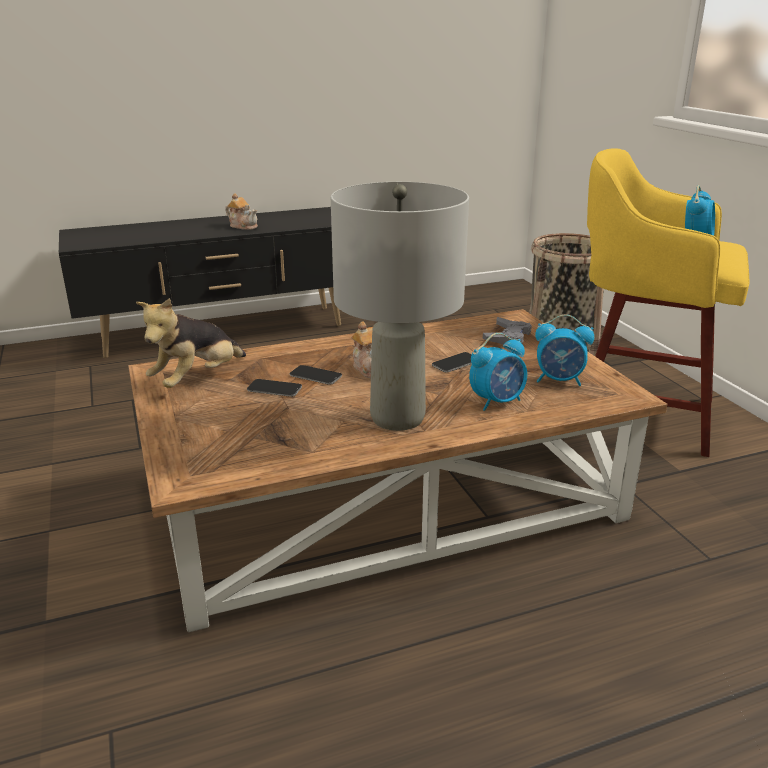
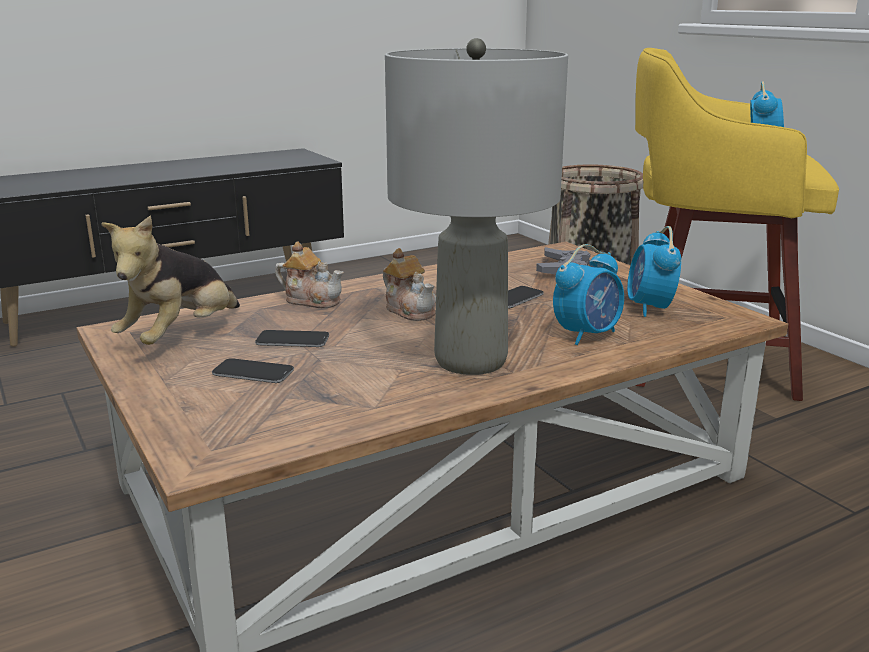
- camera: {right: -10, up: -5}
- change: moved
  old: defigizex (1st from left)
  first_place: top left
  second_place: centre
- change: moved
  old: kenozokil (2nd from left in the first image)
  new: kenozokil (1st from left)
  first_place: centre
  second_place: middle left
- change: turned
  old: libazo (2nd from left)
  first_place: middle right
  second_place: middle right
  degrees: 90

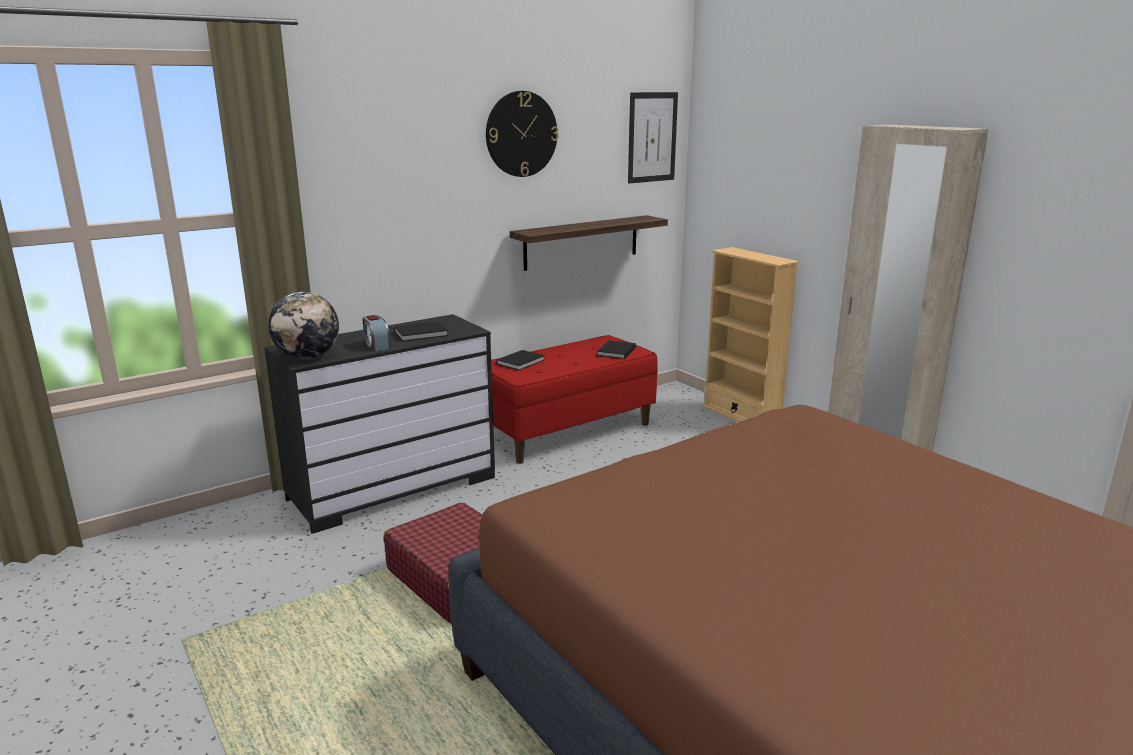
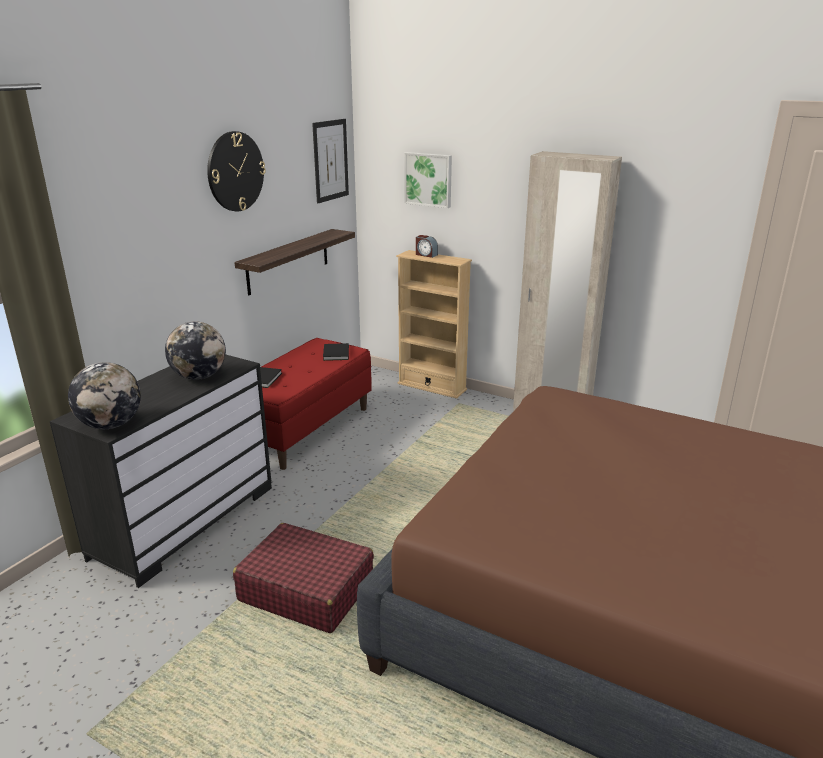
- camera: {right: -25, up: 5}
- change: moved
  old: libazo
  first_place: middle left
  second_place: top centre
- change: replaced
  old: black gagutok (1st from left)
  new: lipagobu (2nd from left)
  first_place: centre
  second_place: middle left
- change: added
  new: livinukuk (2nd from left)
  second_place: top centre

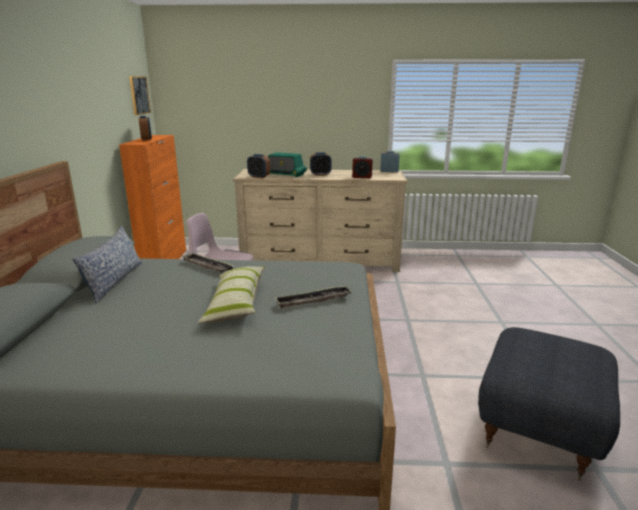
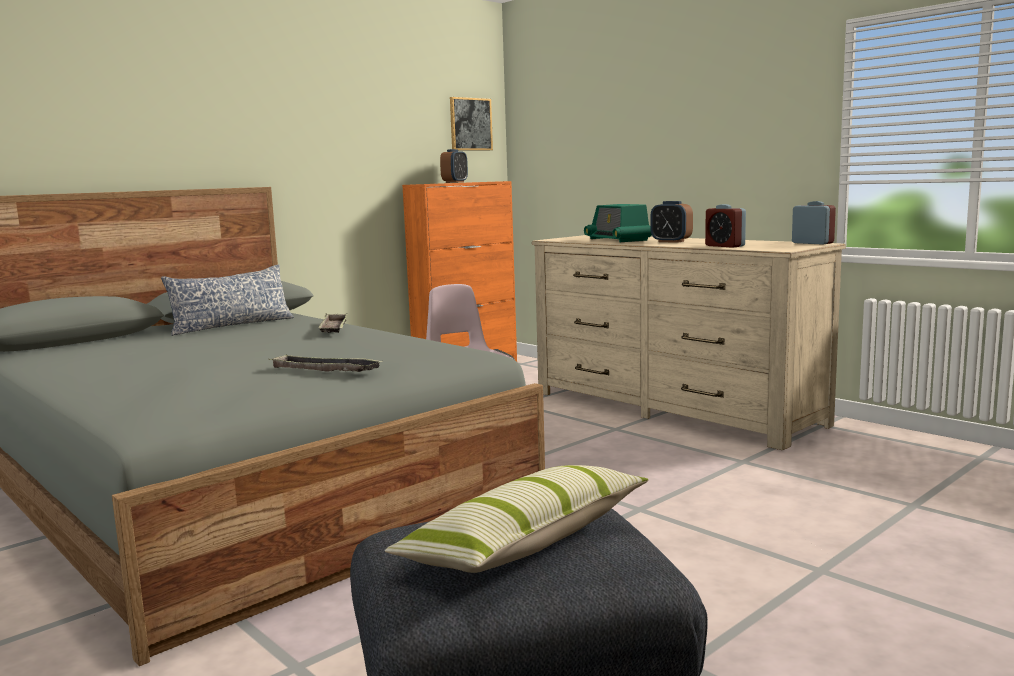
- camera: {right: 45, up: -10}
- change: moved
  old: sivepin (2nd from left)
  first_place: centre
  second_place: bottom centre
- change: removed
  old: libazo (2nd from left)
  first_place: top centre

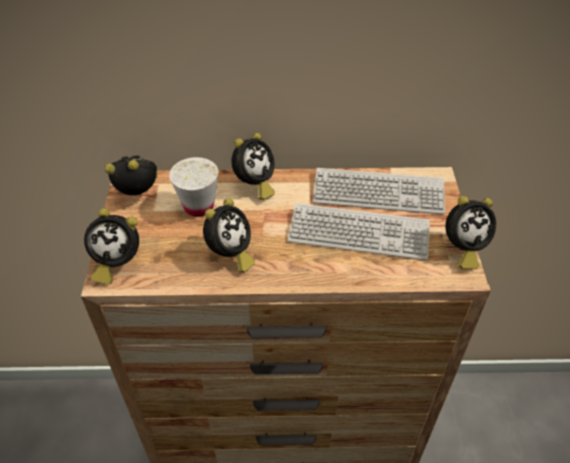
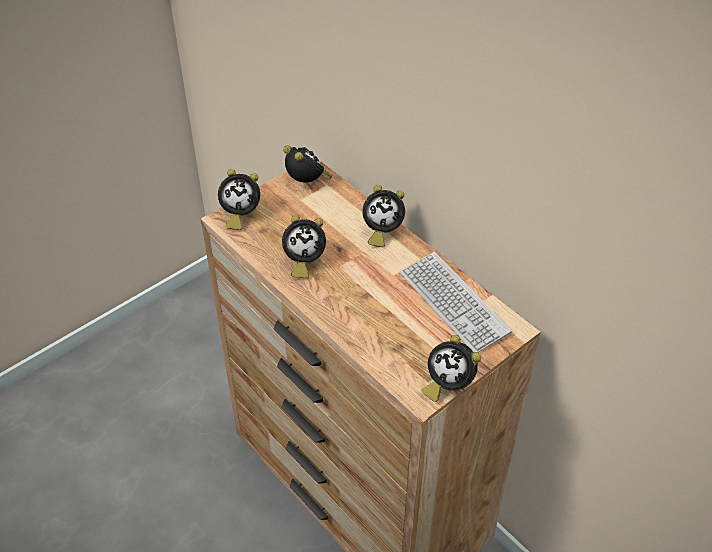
- camera: {right: 50, up: 0}
- change: turned
  old: libazo (1st from left)
  first_place: middle left
  second_place: centre
  degrees: -60
- change: removed
  old: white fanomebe
  first_place: centre
- change: removed
  old: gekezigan (1st from left)
  first_place: centre

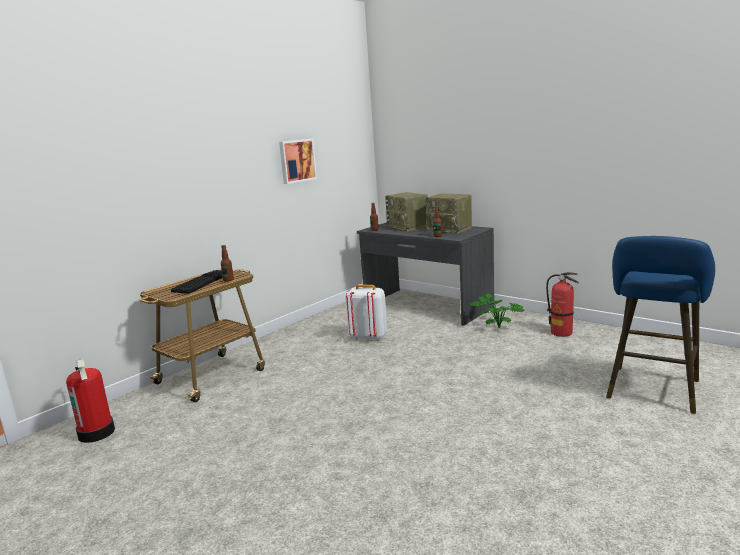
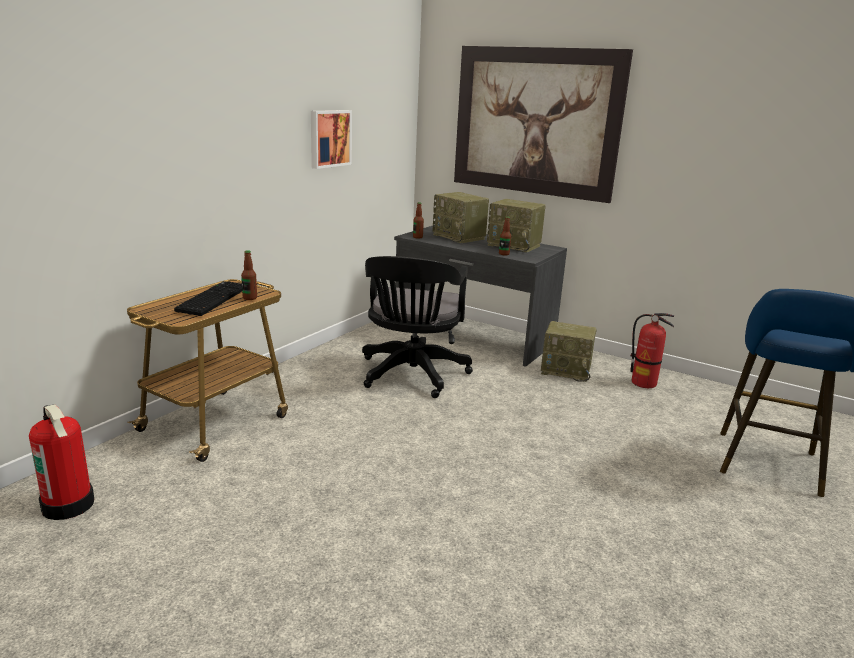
- camera: {right: -10, up: 5}
- change: replaced
  old: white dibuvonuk
  new: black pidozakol
  first_place: centre
  second_place: centre
- change: replaced
  old: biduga
  new: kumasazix (3rd from left)
  first_place: middle right
  second_place: centre
- change: added
  new: livinukuk (2nd from left)
  second_place: top centre

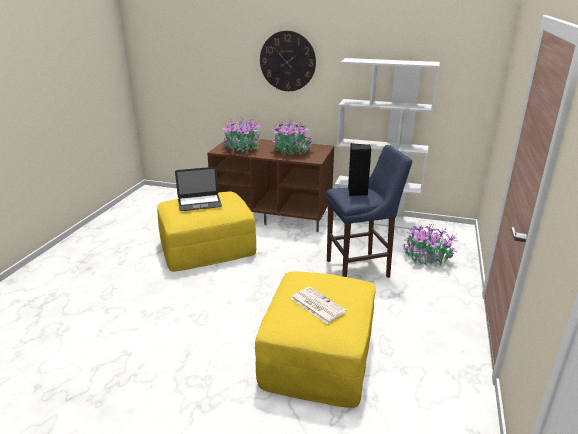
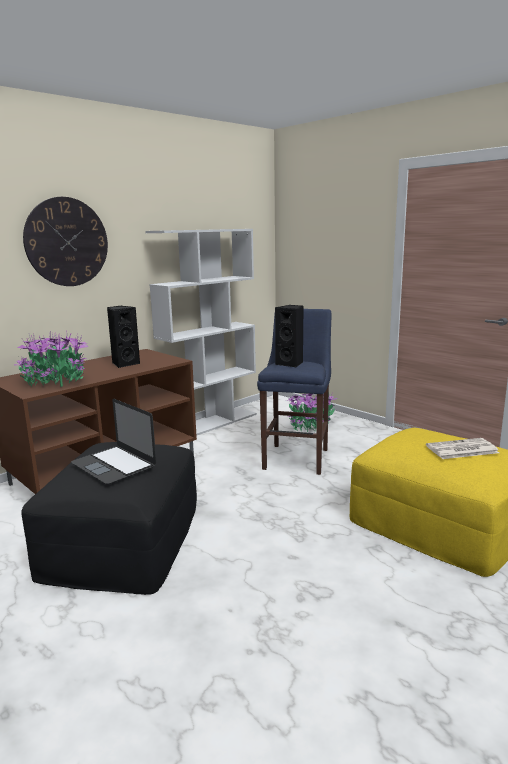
- camera: {right: -60, up: -10}
- change: recoloured
  old: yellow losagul (1st from left)
  new: black losagul
  first_place: centre
  second_place: bottom left
- change: turned
  old: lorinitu
  first_place: centre
  second_place: middle left
  degrees: 120
- change: replaced
  old: biduga (2nd from left)
  new: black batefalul (1st from left)
  first_place: top centre
  second_place: middle left

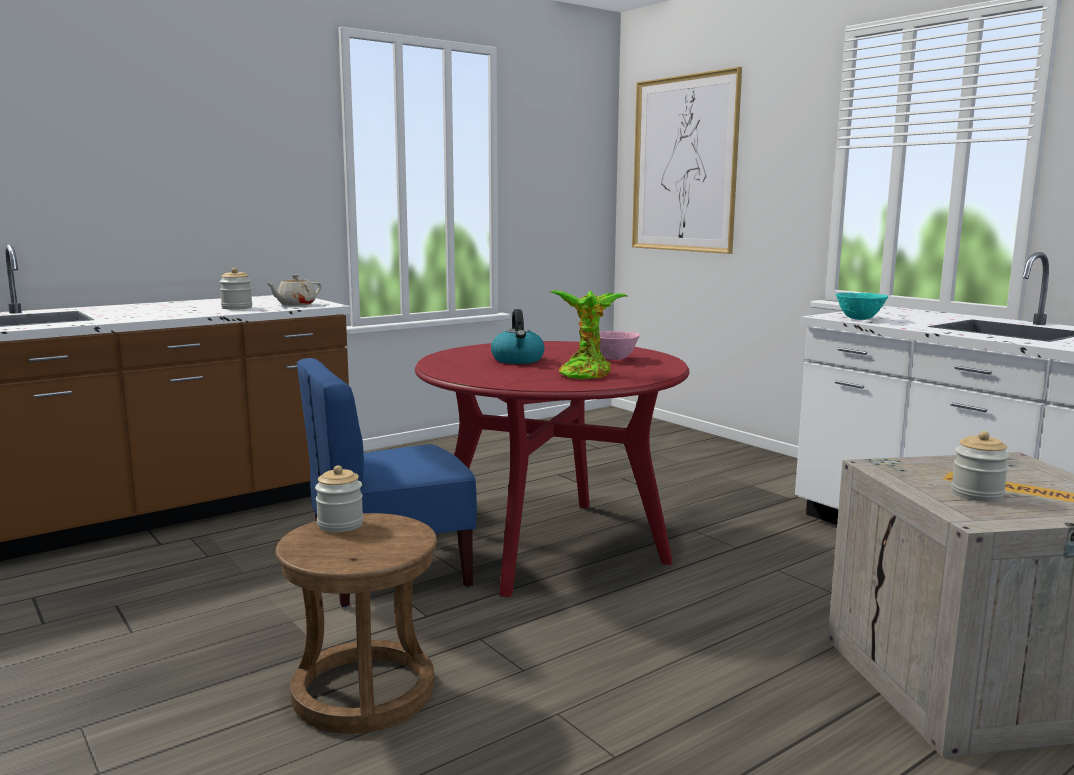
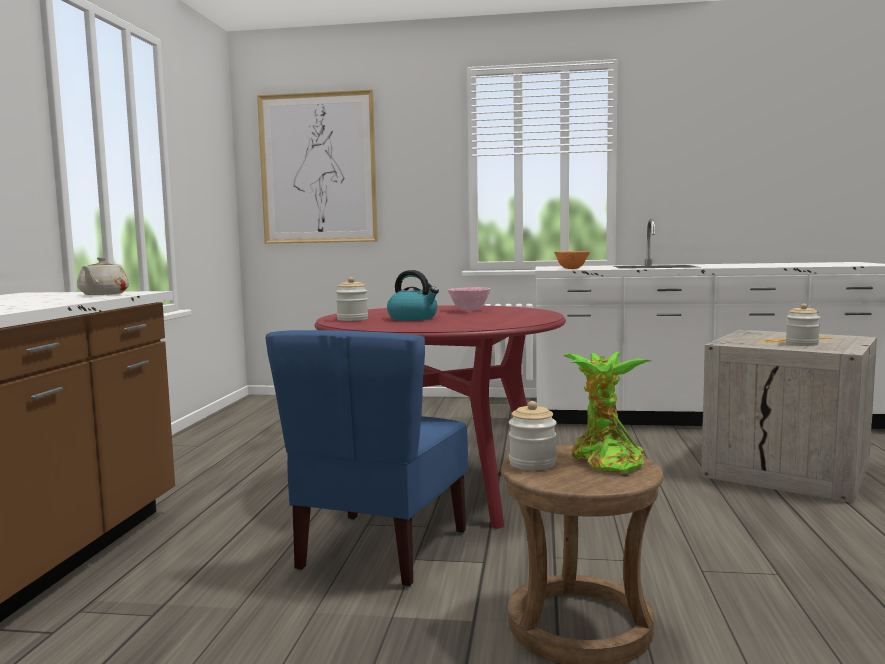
- camera: {right: -45, up: -5}
- change: moved
  old: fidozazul (1st from left)
  first_place: middle left
  second_place: centre
- change: moved
  old: biduga
  first_place: centre
  second_place: middle right
- change: recoloured
  old: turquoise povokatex
  new: orange povokatex
  first_place: middle right
  second_place: centre

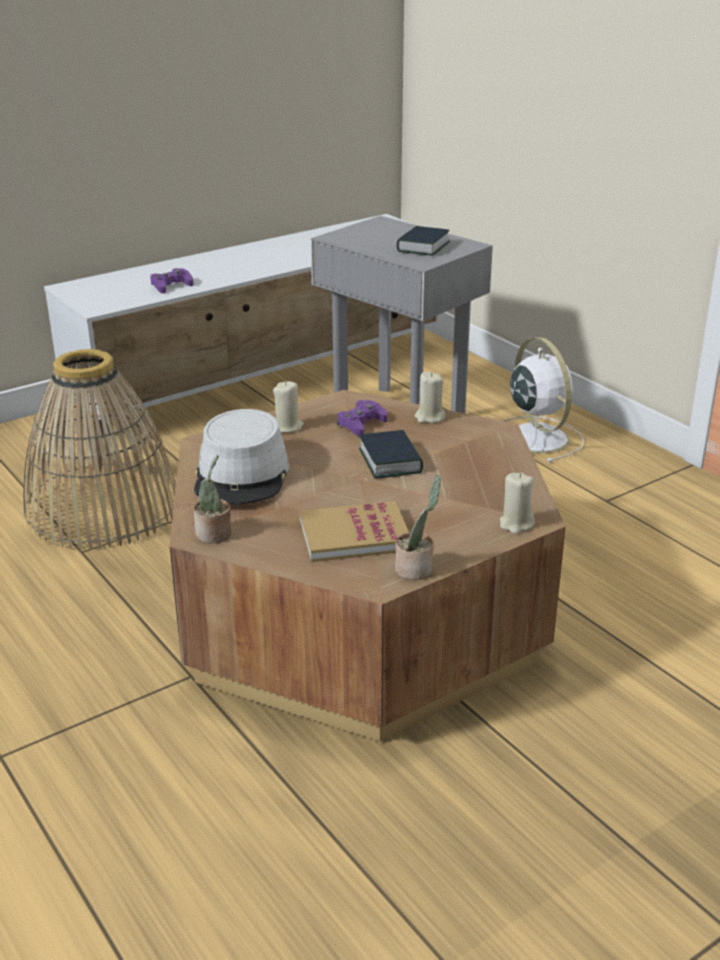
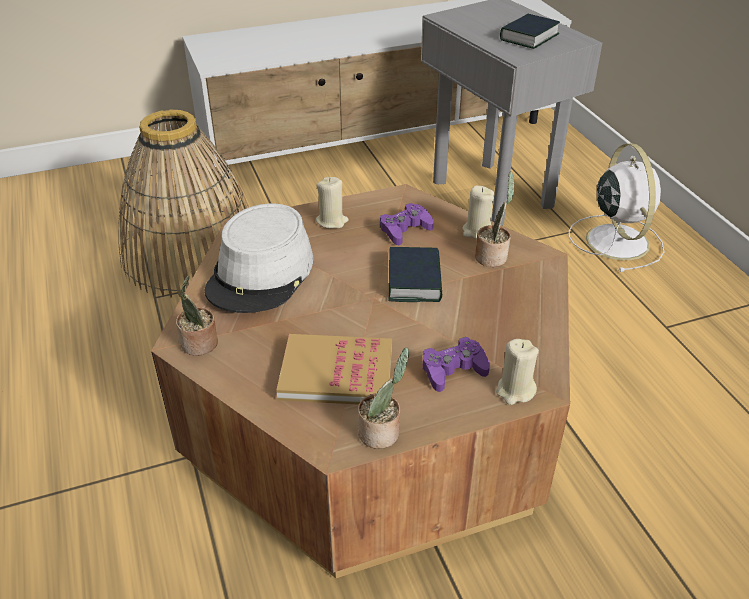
- camera: {right: 15, up: 10}
- change: moved
  old: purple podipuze (1st from left in the first image)
  new: purple podipuze (2nd from left)
  first_place: top left
  second_place: centre
- change: added
  new: biduga (3rd from left)
  second_place: centre

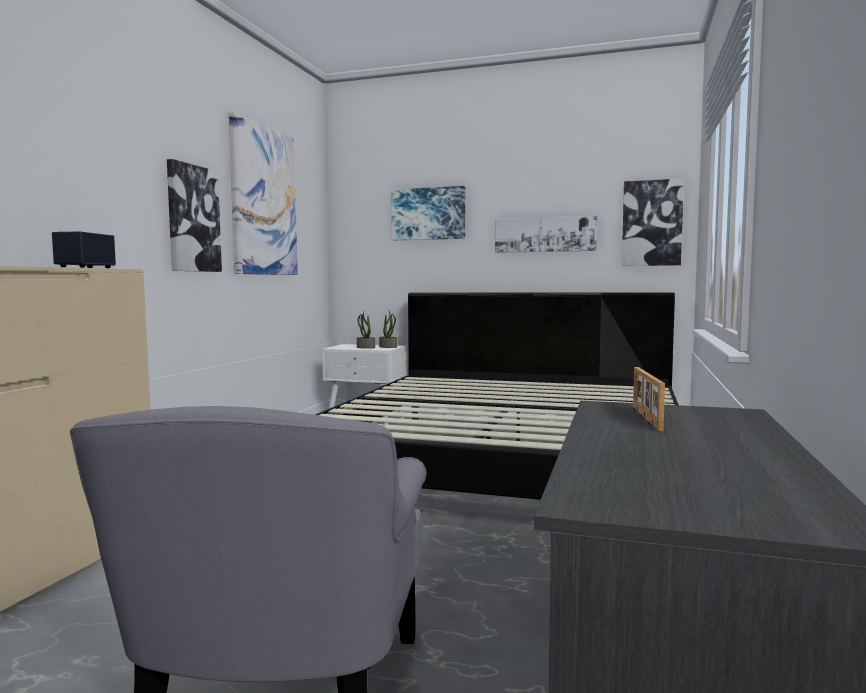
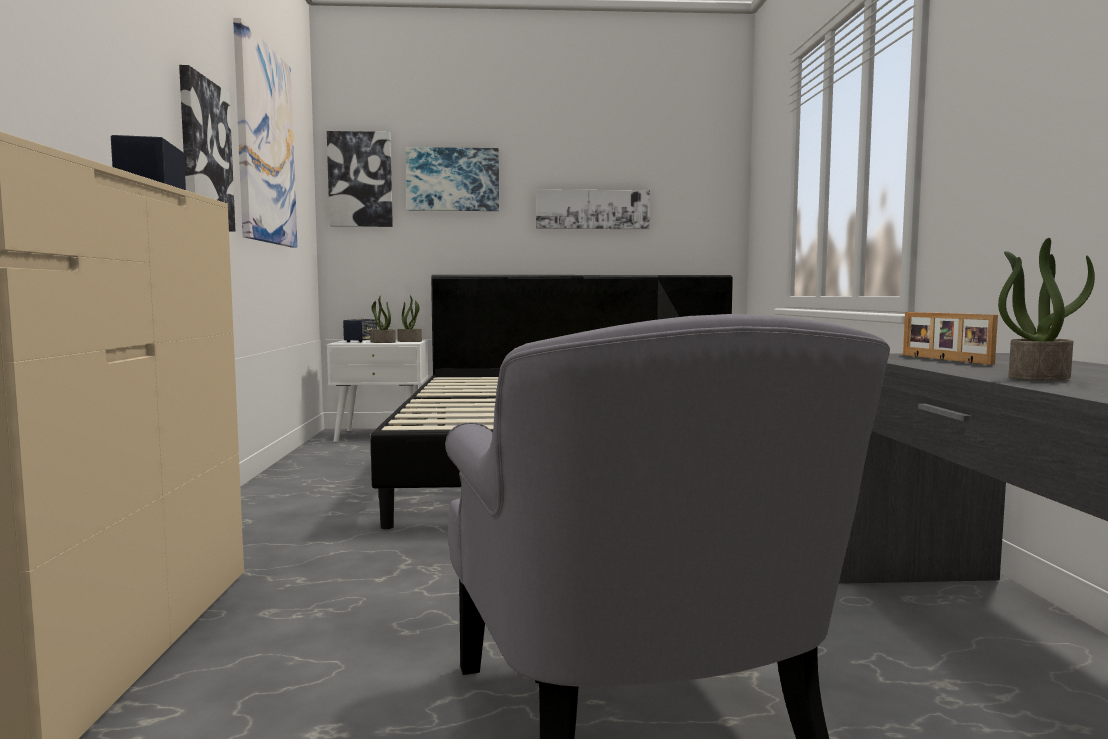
- camera: {right: -20, up: 0}
- change: moved
  old: livinukuk (5th from left in the first image)
  new: livinukuk (3rd from left)
  first_place: top right
  second_place: top left
- change: added
  new: batefalul (2nd from left)
  second_place: middle left
- change: added
  new: biduga (3rd from left)
  second_place: middle right

